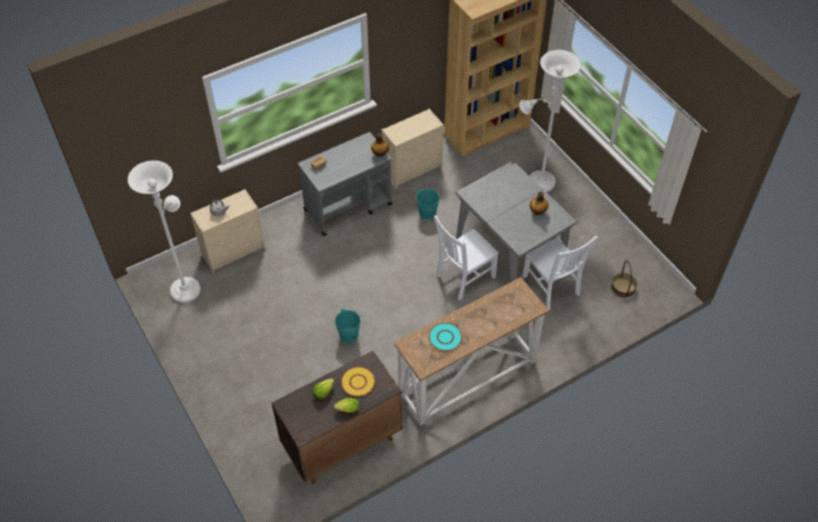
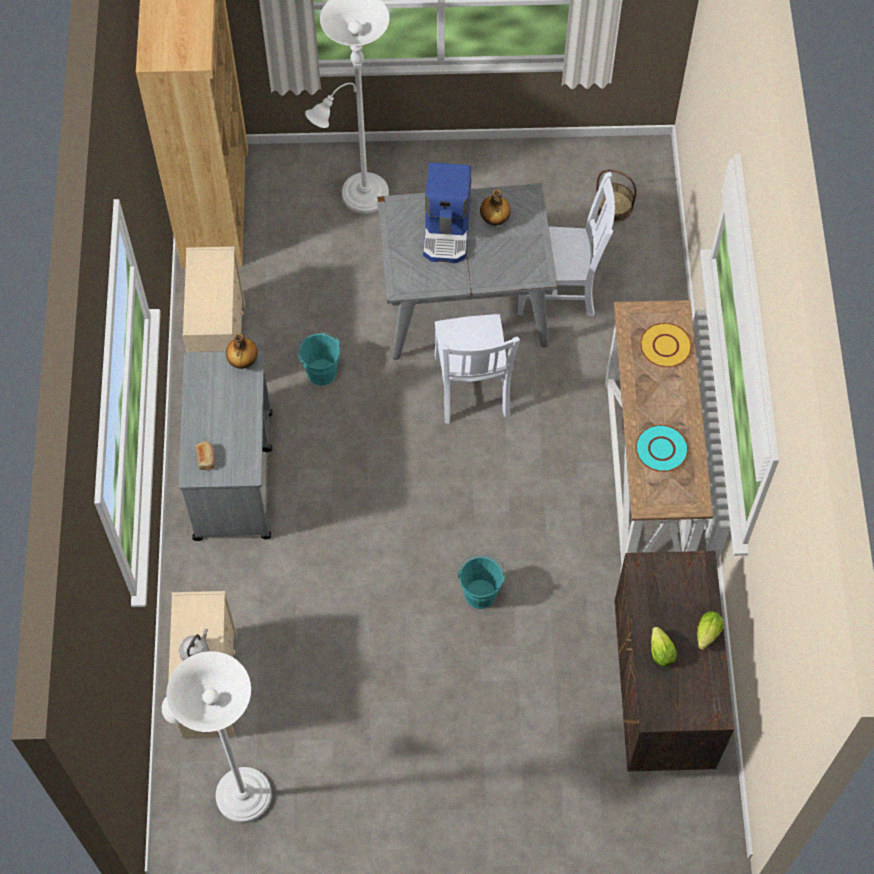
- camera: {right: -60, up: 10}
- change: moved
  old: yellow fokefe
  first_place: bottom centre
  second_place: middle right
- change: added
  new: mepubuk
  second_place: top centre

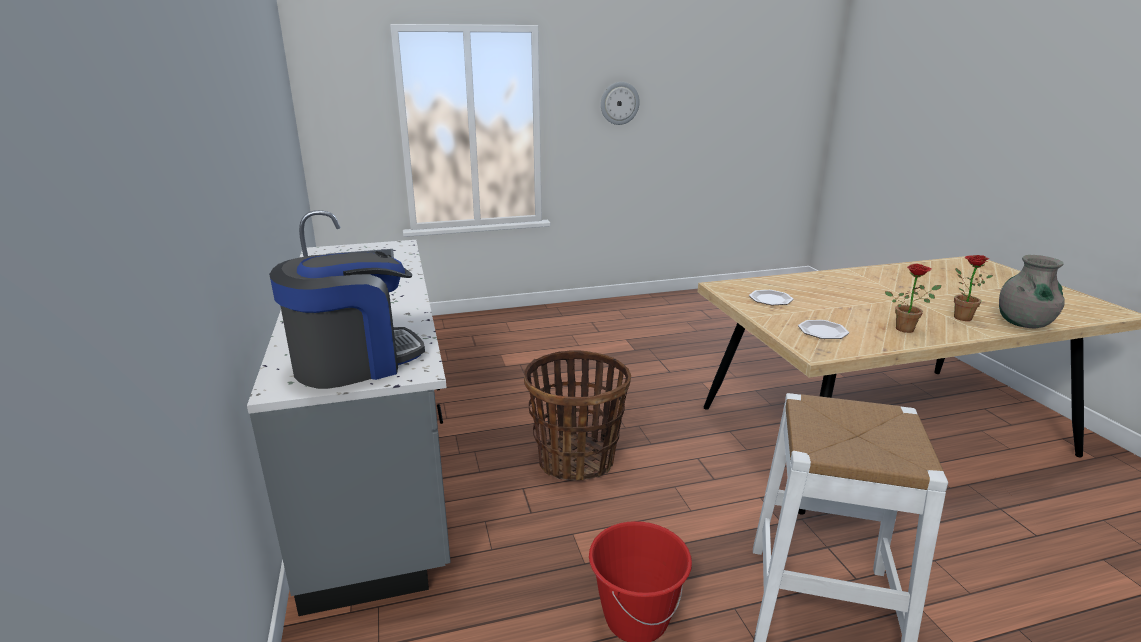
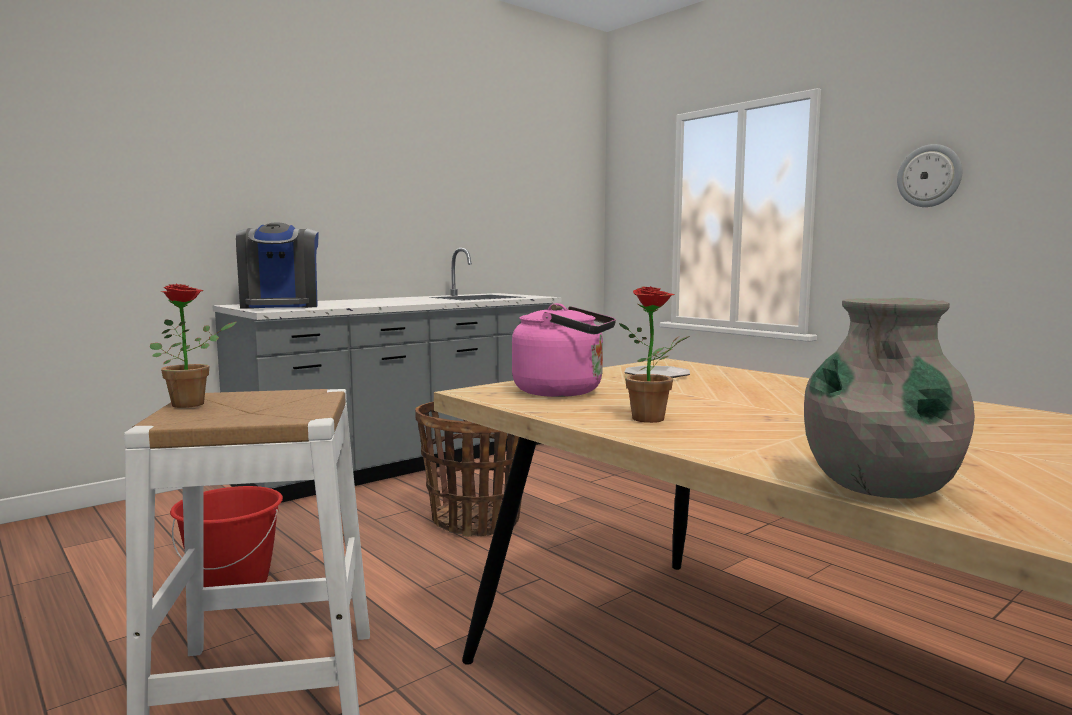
- camera: {right: 65, up: -15}
- change: turned
  old: mepubuk
  first_place: middle left
  second_place: middle left
  degrees: 45
- change: replaced
  old: fokefe (2nd from left)
  new: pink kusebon
  first_place: middle right
  second_place: centre
- change: moved
  old: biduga (2nd from left in the first image)
  new: biduga (1st from left)
  first_place: middle right
  second_place: middle left

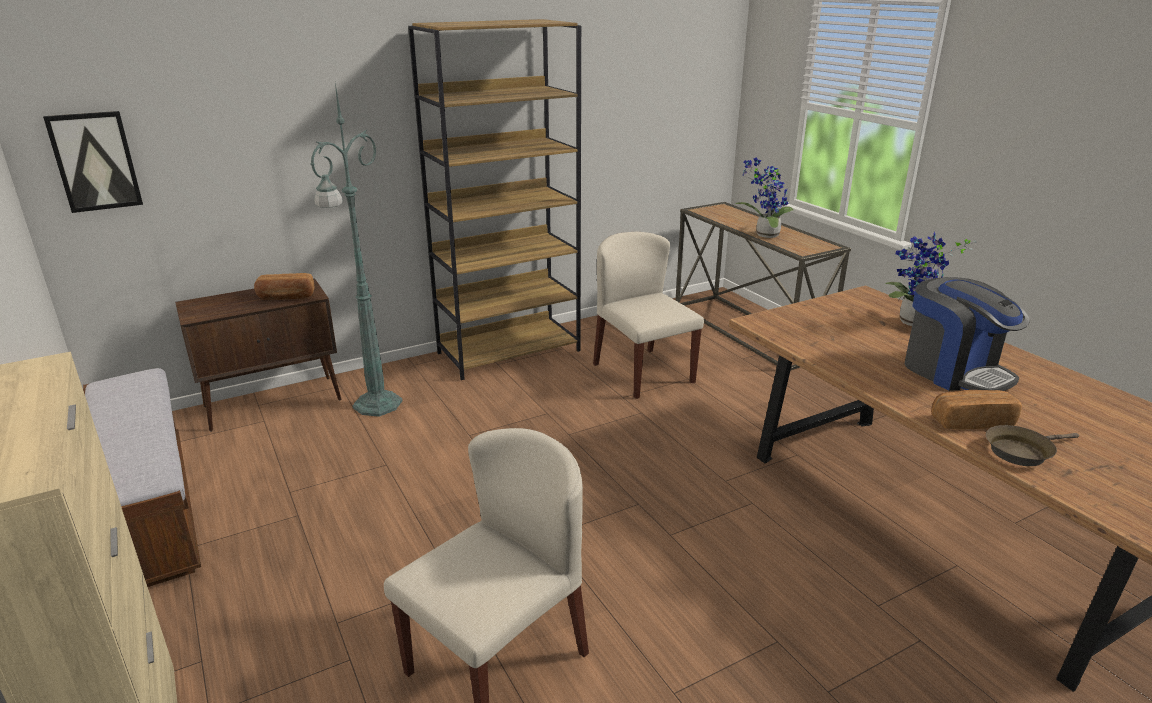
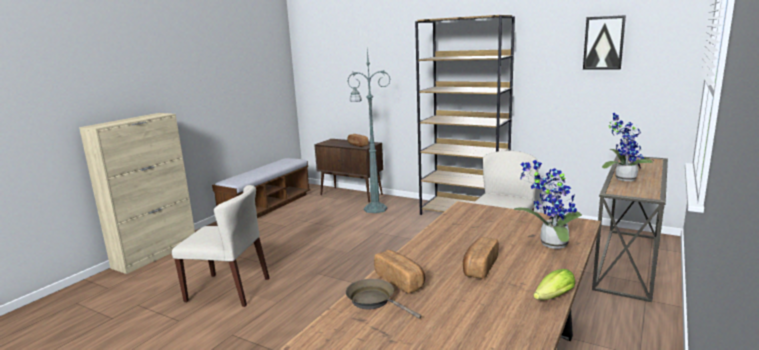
- camera: {right: 60, up: -10}
- change: moved
  old: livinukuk
  first_place: top left
  second_place: top right
- change: replaced
  old: mepubuk
  new: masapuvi (3rd from left)
  first_place: middle right
  second_place: bottom centre
- change: added
  new: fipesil
  second_place: bottom right

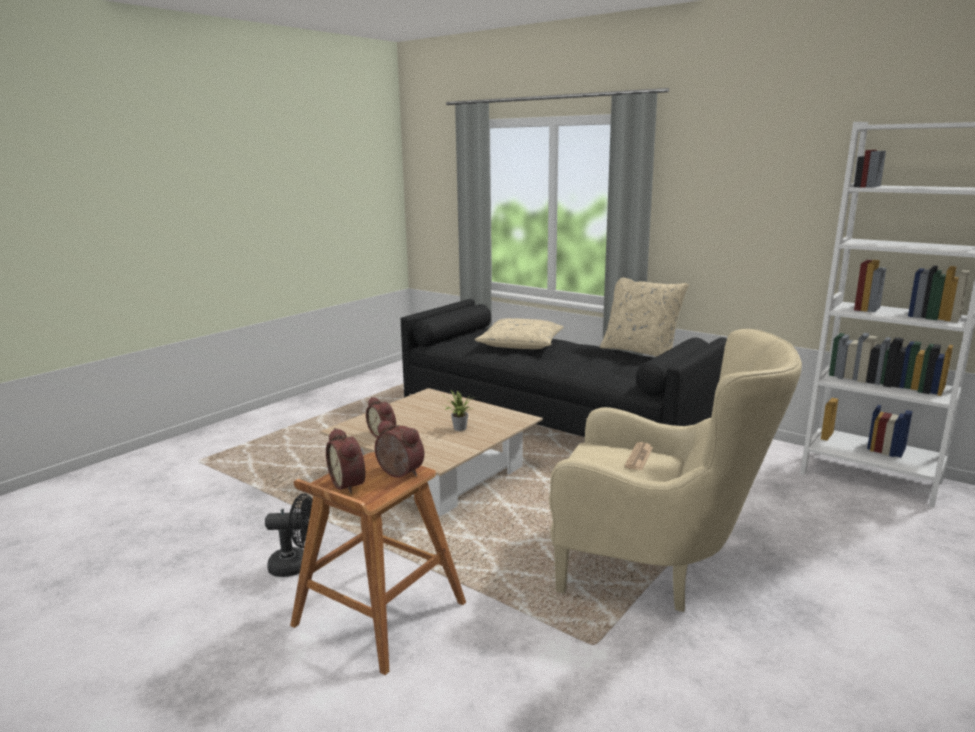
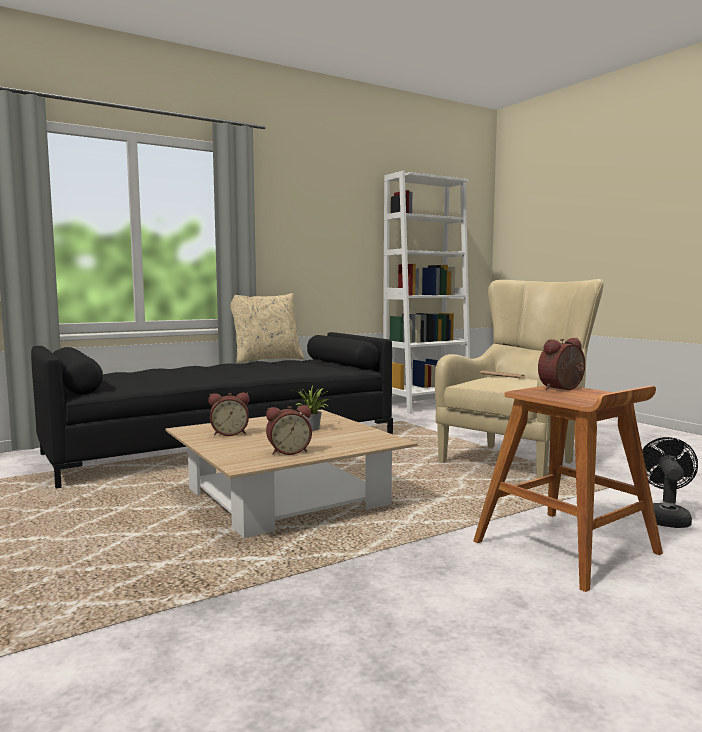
- camera: {right: -70, up: -10}
- change: moved
  old: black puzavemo
  first_place: bottom left
  second_place: middle right
- change: moved
  old: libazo (1st from left)
  first_place: centre
  second_place: middle left
- change: removed
  old: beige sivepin (1st from left)
  first_place: centre

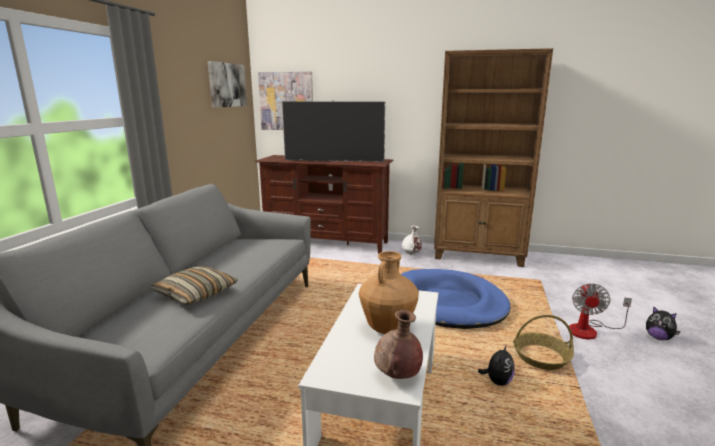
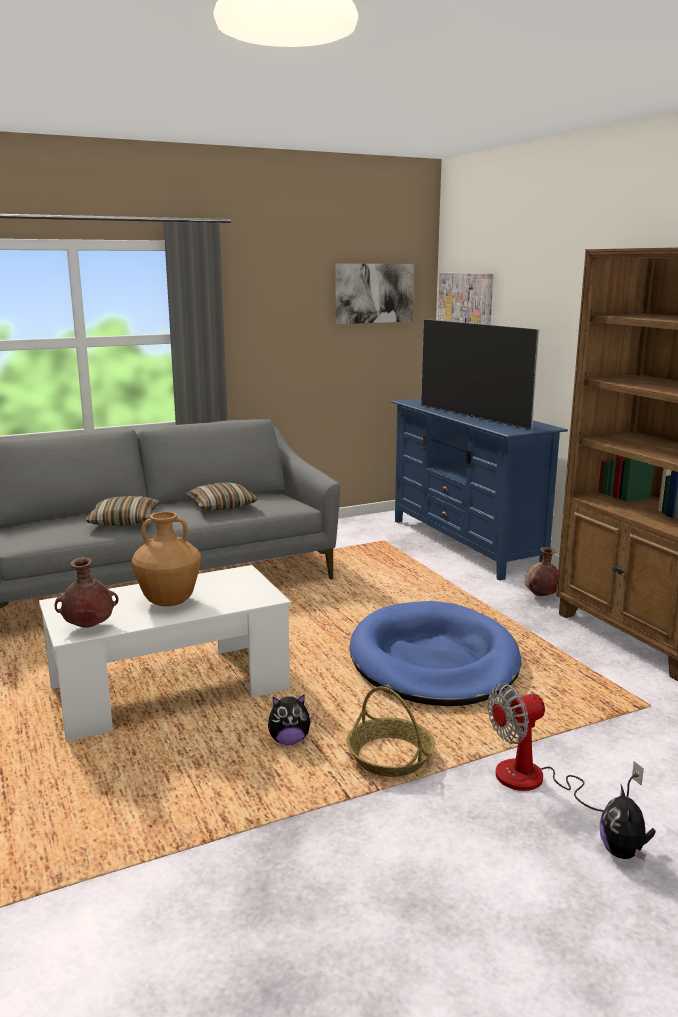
- camera: {right: 50, up: 0}
- change: recoloured
  old: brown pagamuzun
  new: blue pagamuzun
  first_place: centre
  second_place: middle right
- change: recoloured
  old: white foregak
  new: brown foregak (3rd from left)
  first_place: centre
  second_place: middle right
- change: added
  new: sivepin (2nd from left)
  second_place: middle left

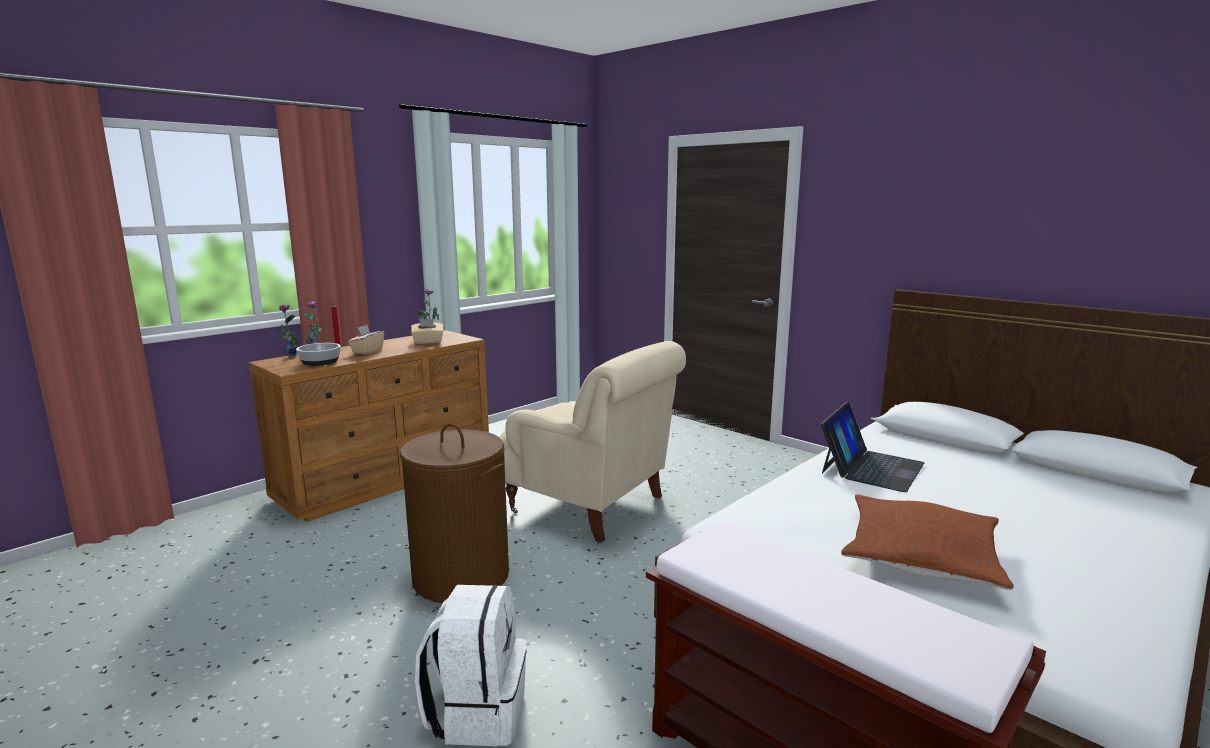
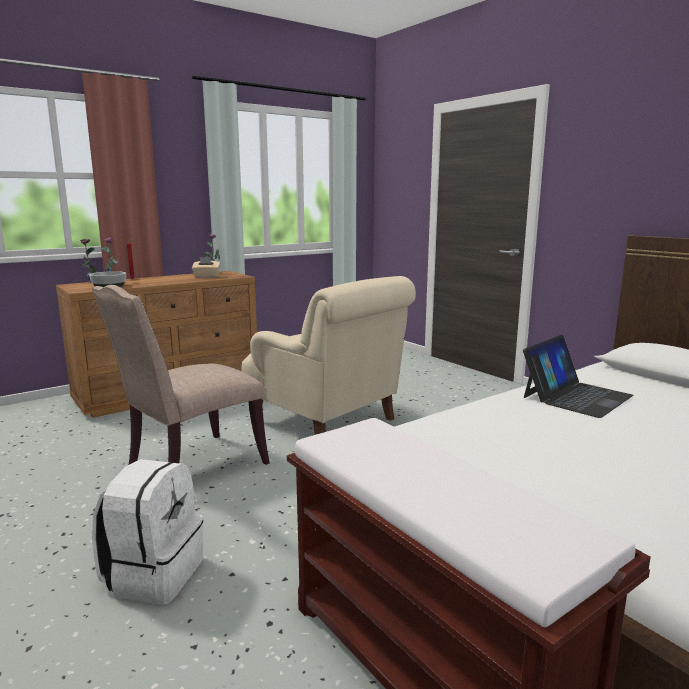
- camera: {right: 10, up: 0}
- change: removed
  old: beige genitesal (1st from left)
  first_place: middle left
- change: replaced
  old: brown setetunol
  new: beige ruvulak
  first_place: bottom centre
  second_place: middle left
- change: removed
  old: brown sivepin
  first_place: bottom right

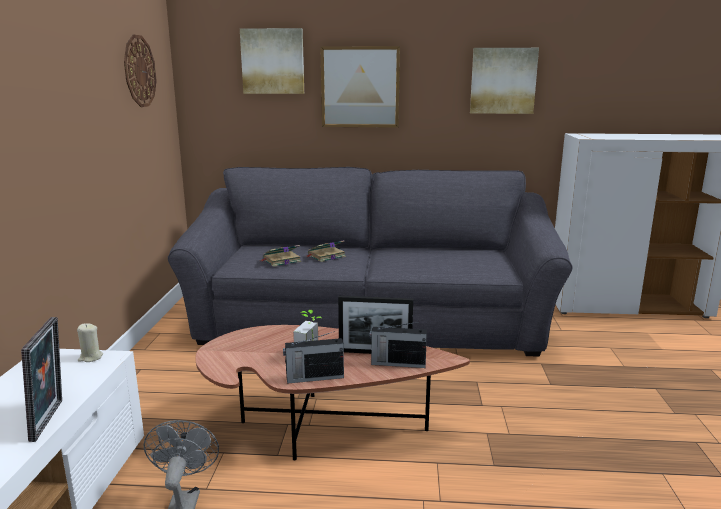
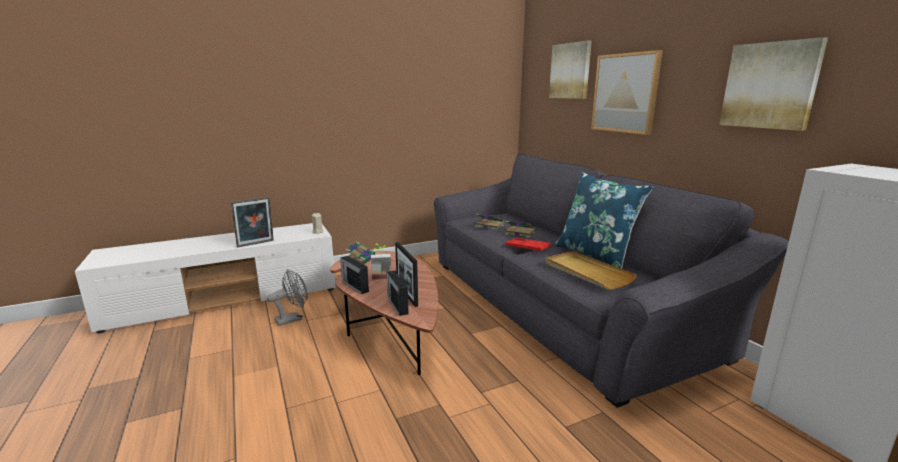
- camera: {right: 60, up: 0}
- change: removed
  old: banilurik
  first_place: top left
- change: added
  new: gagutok (1st from left)
  second_place: centre
- change: added
  new: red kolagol
  second_place: centre
- change: added
  new: beige kolagol
  second_place: centre
- change: added
  new: blue sivepin
  second_place: middle right

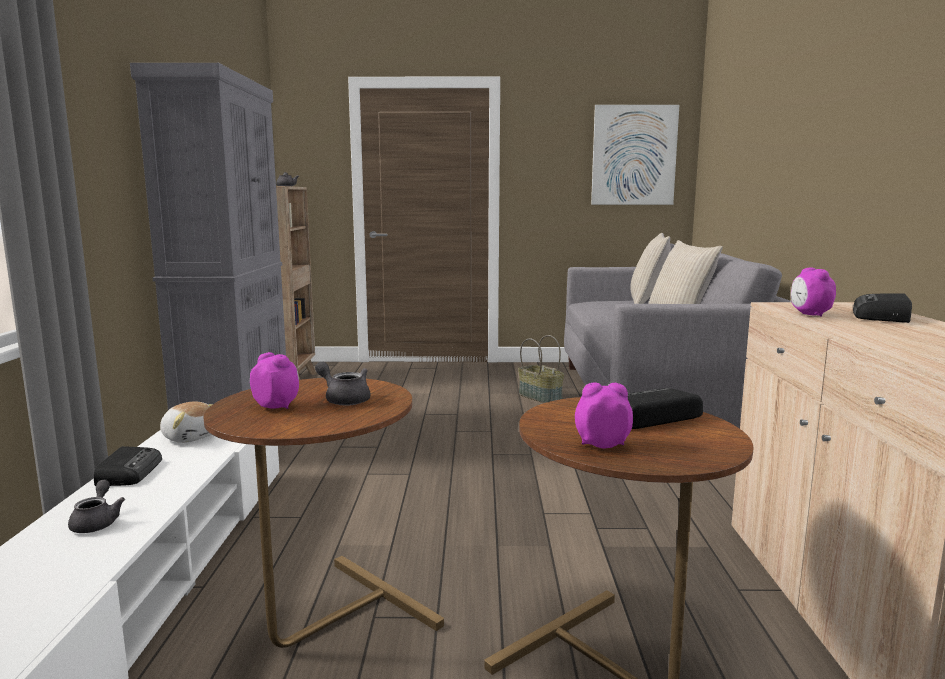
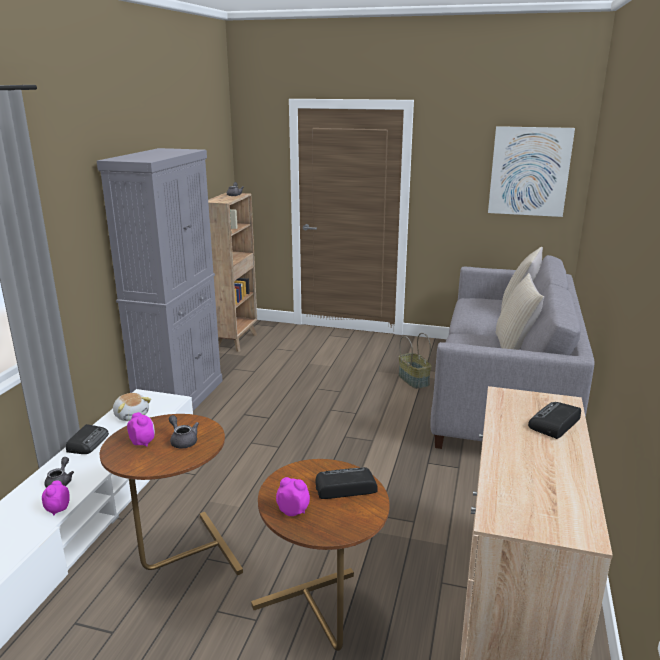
- camera: {right: 15, up: 10}
- change: moved
  old: libazo (3rd from left in the first image)
  new: libazo (1st from left)
  first_place: middle right
  second_place: bottom left

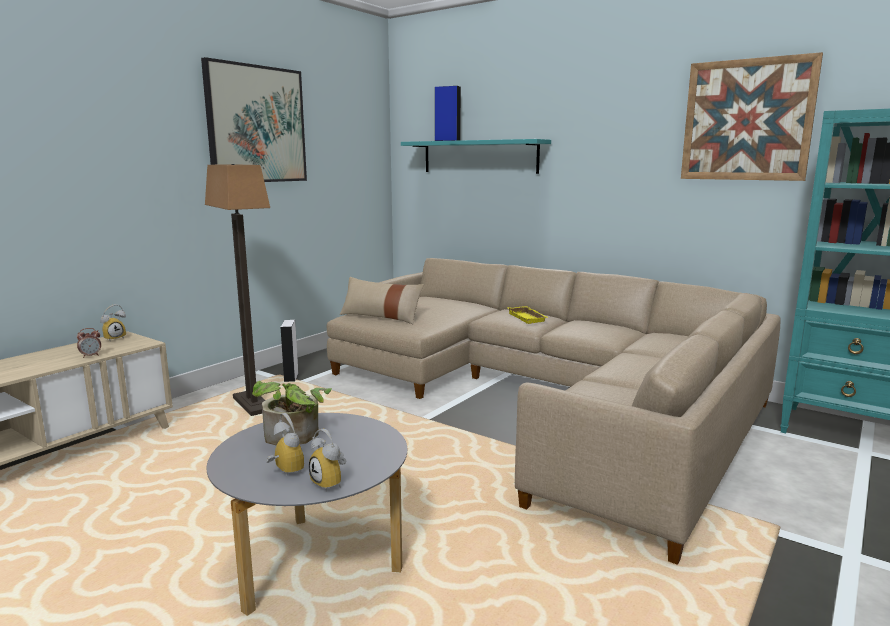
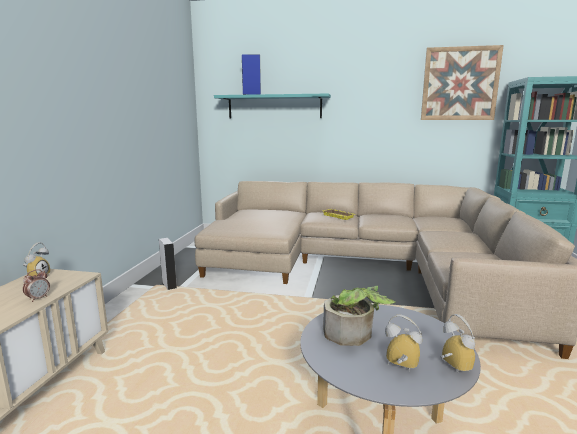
- camera: {right: -25, up: 0}
- change: removed
  old: livinukuk (1st from left)
  first_place: top left
- change: removed
  old: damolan
  first_place: middle left
- change: turned
  old: libazo (4th from left)
  first_place: bottom centre
  second_place: bottom right
  degrees: -135
- change: removed
  old: beige sivepin
  first_place: centre

